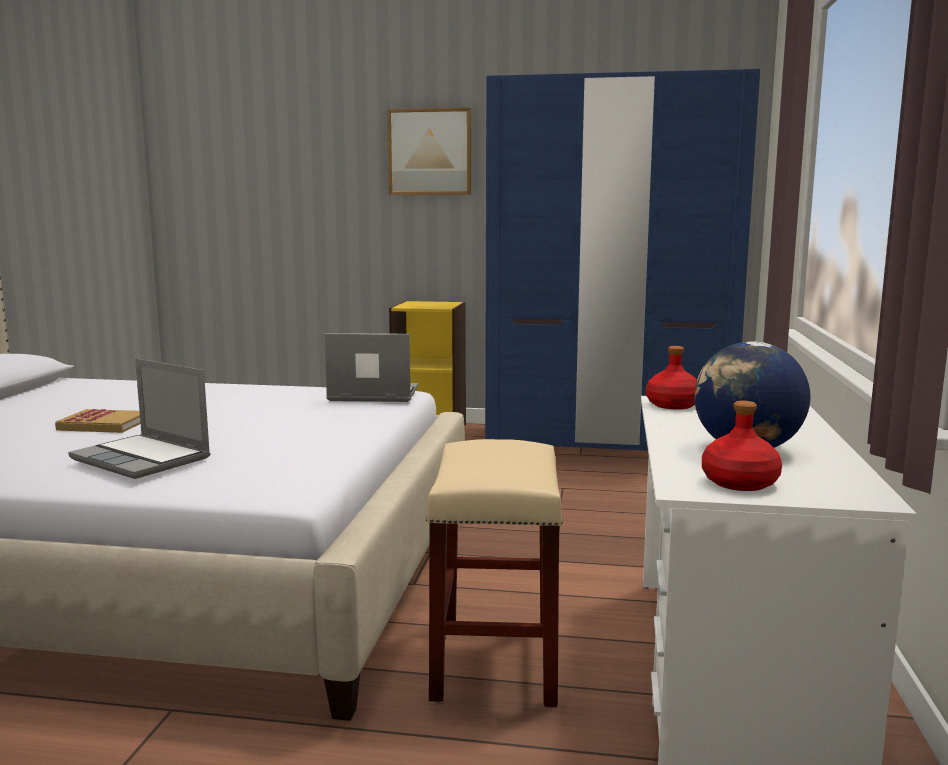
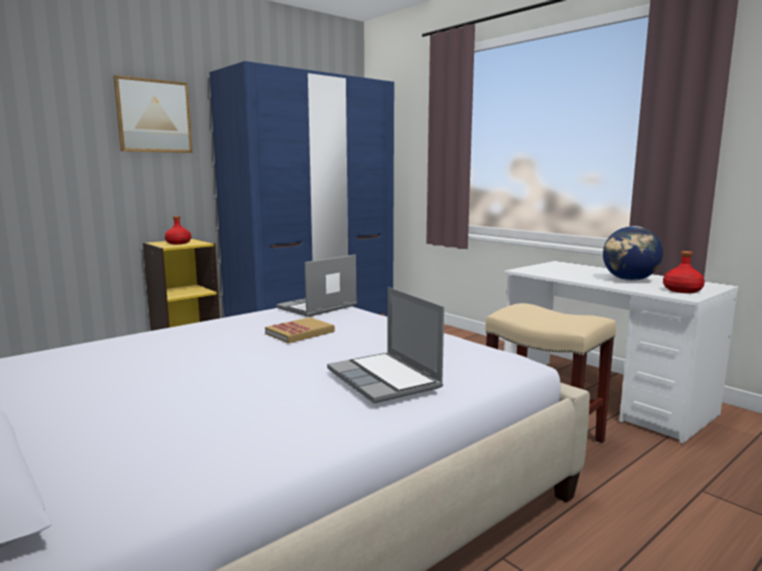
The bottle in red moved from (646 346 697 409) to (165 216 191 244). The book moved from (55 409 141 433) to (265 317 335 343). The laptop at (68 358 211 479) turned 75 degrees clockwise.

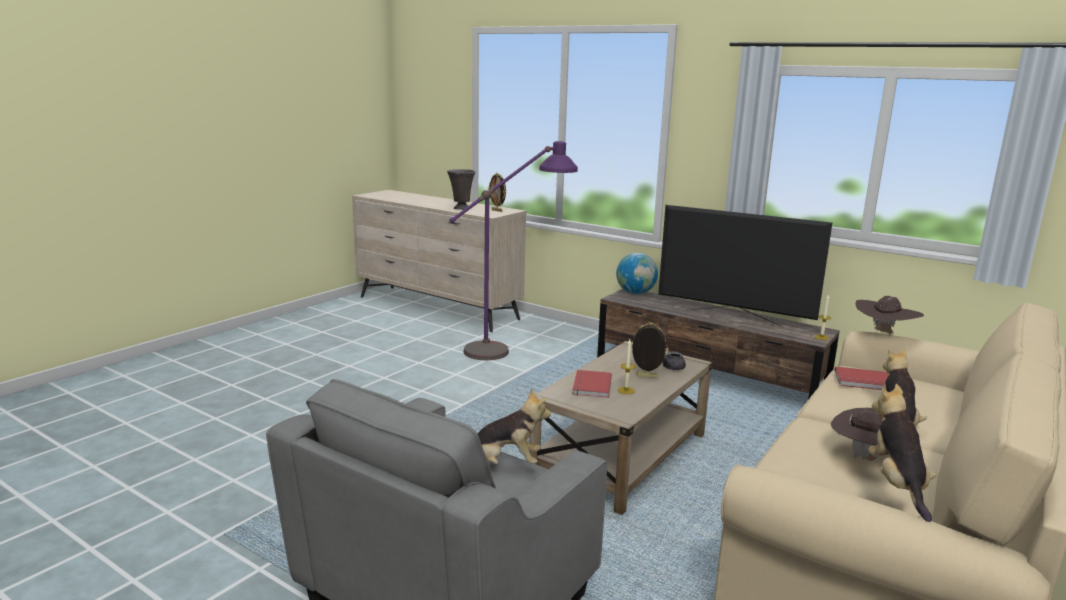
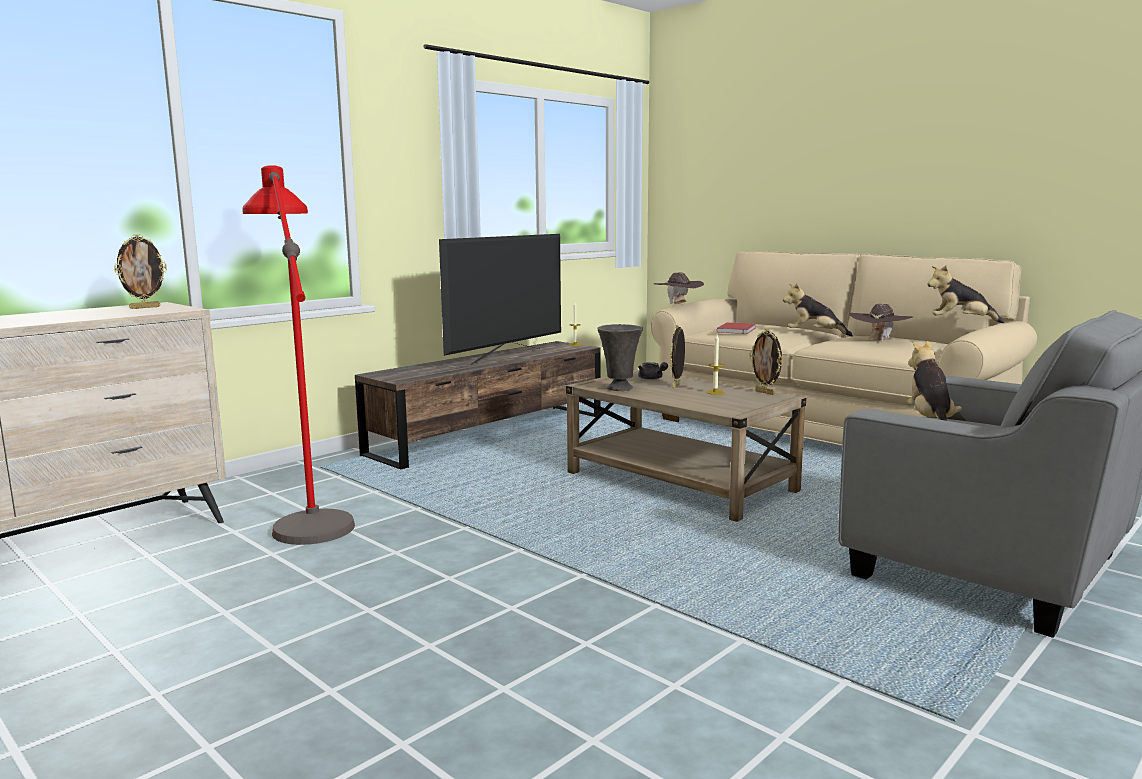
The floor lamp in purple at (450 141 578 360) became the floor lamp in red at (242 166 355 545). The vase in grey moved from (447 169 475 210) to (597 324 643 391). The picture frame at (749 329 783 395) appeared. The book in red at (572 370 612 398) disappeared. The globe at (616 253 658 294) disappeared.

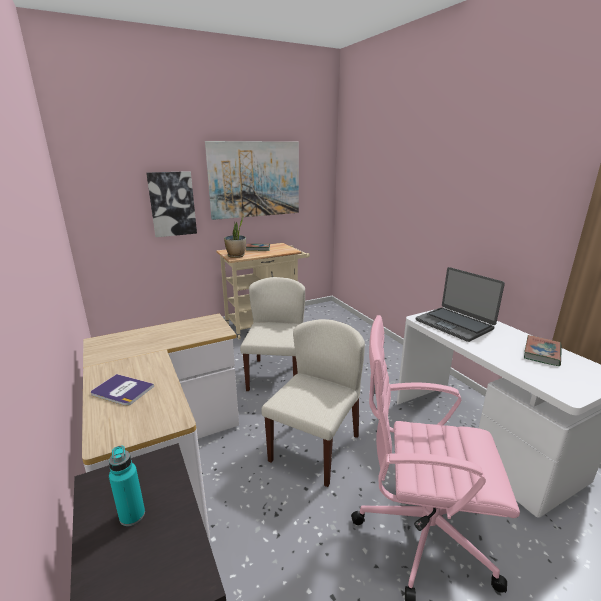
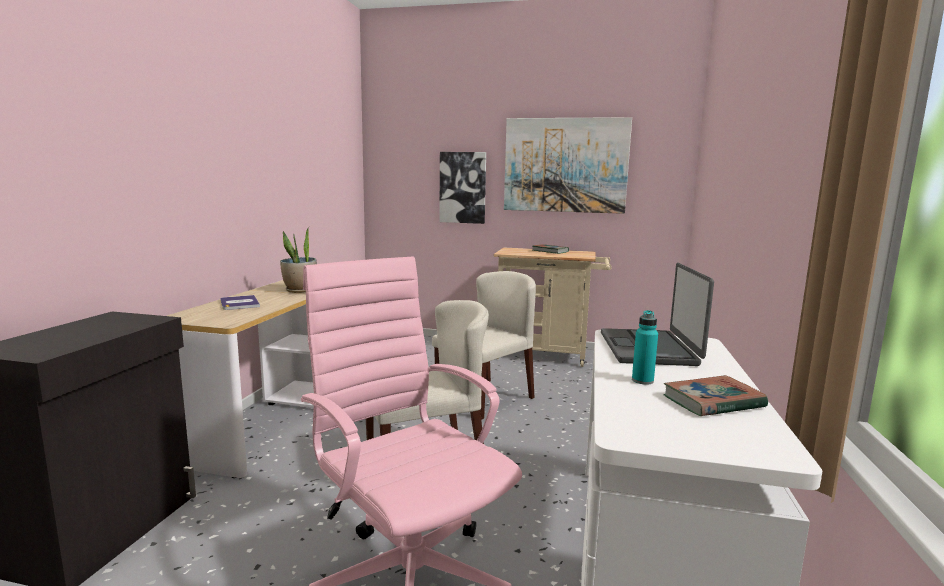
The potted plant moved from (224 216 246 258) to (280 227 317 293). The bottle in turquoise moved from (109 446 145 526) to (632 310 658 385).

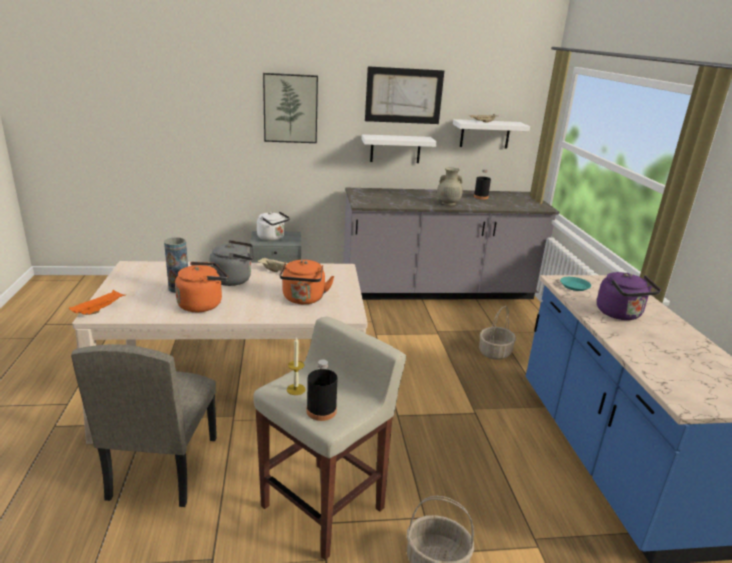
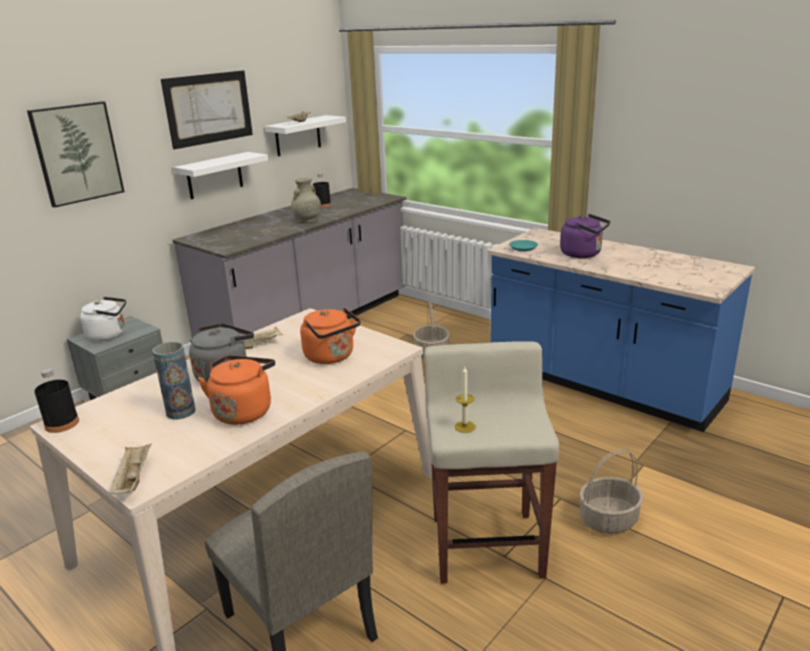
The bottle in black moved from (307 359 338 421) to (34 368 79 433). The tray in orange at (69 290 125 315) became the tray in beige at (109 444 151 494).

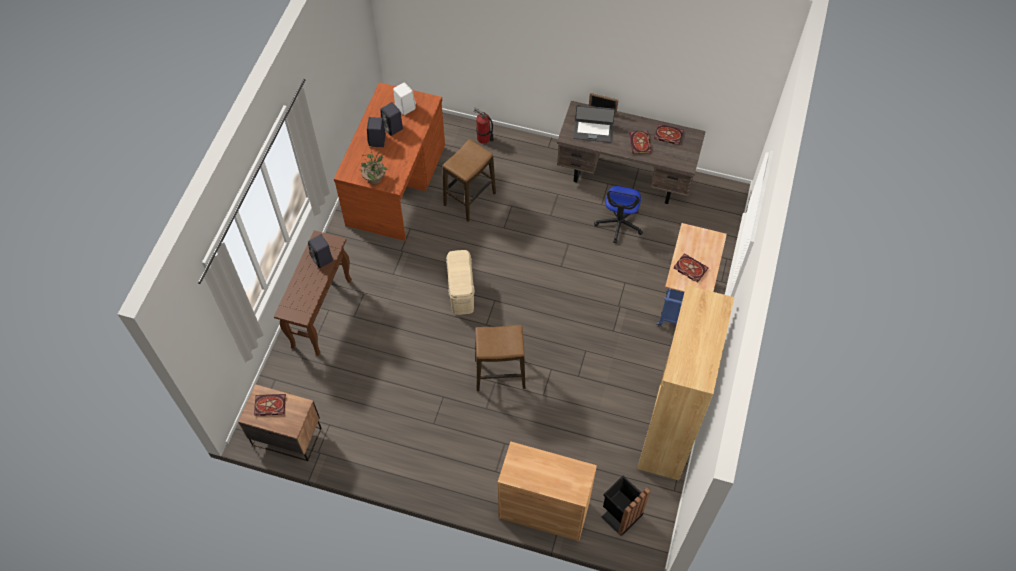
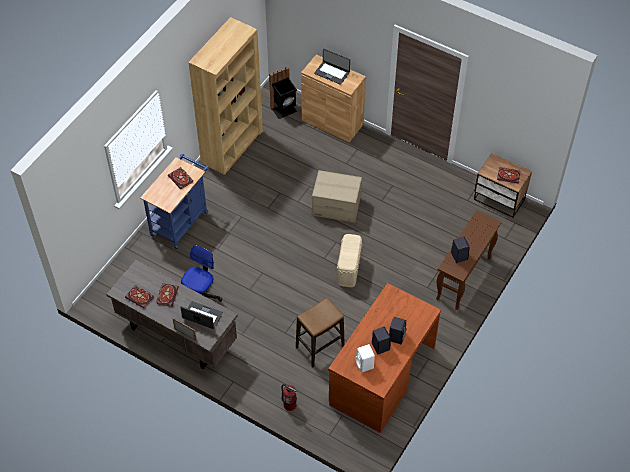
The stool at (475 325 525 391) was replaced by the cardboard box at (312 170 362 223). The laptop at (314 49 350 85) appeared. The potted plant at (359 147 387 184) disappeared.

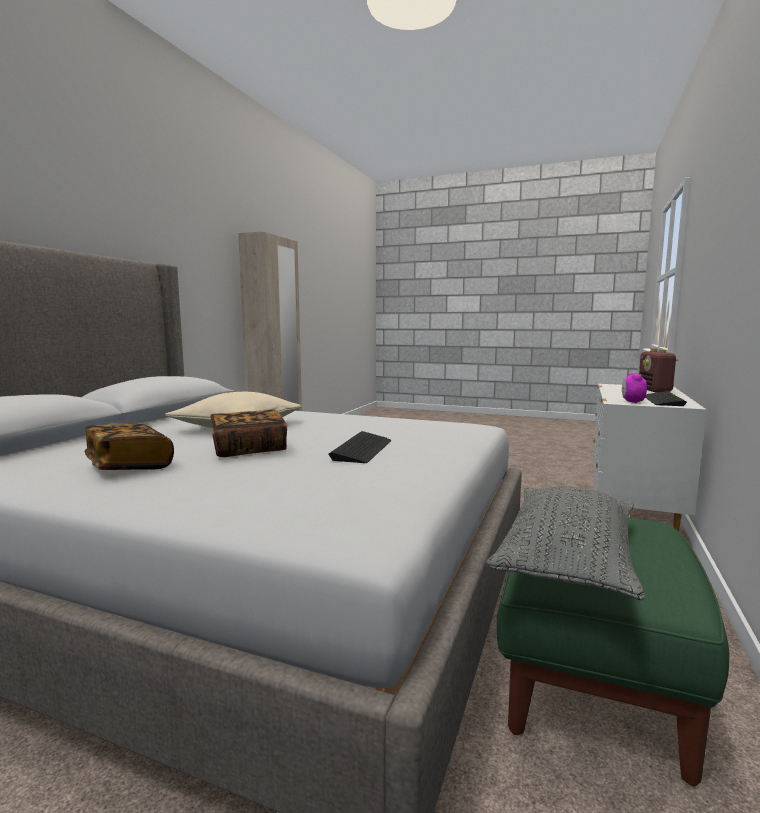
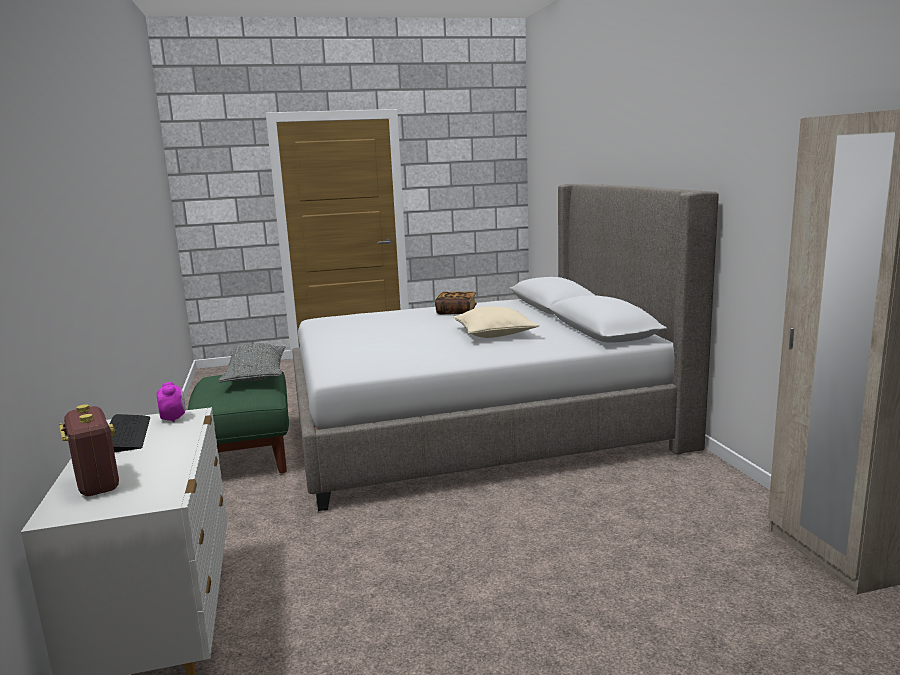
The book at (211 410 287 457) disappeared. The keyboard at (328 431 391 463) disappeared.

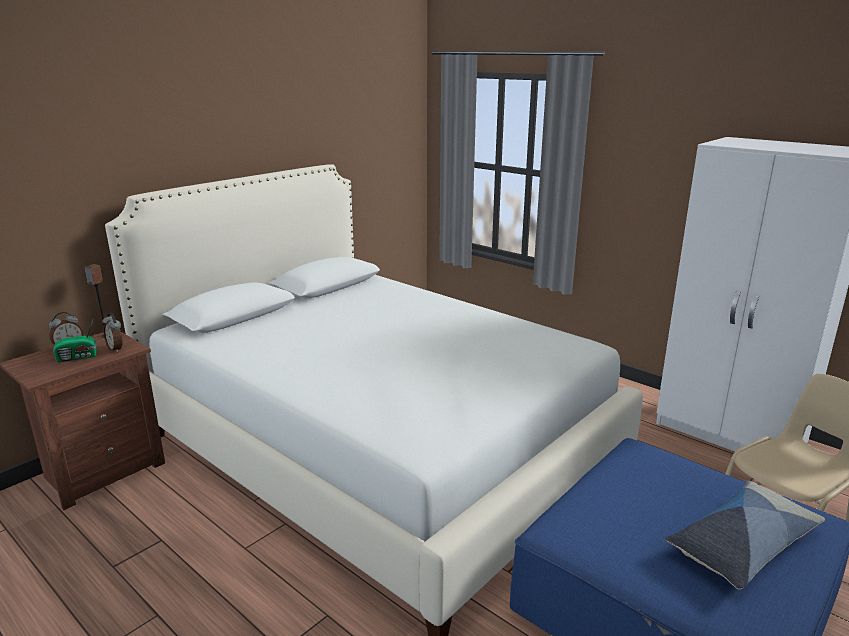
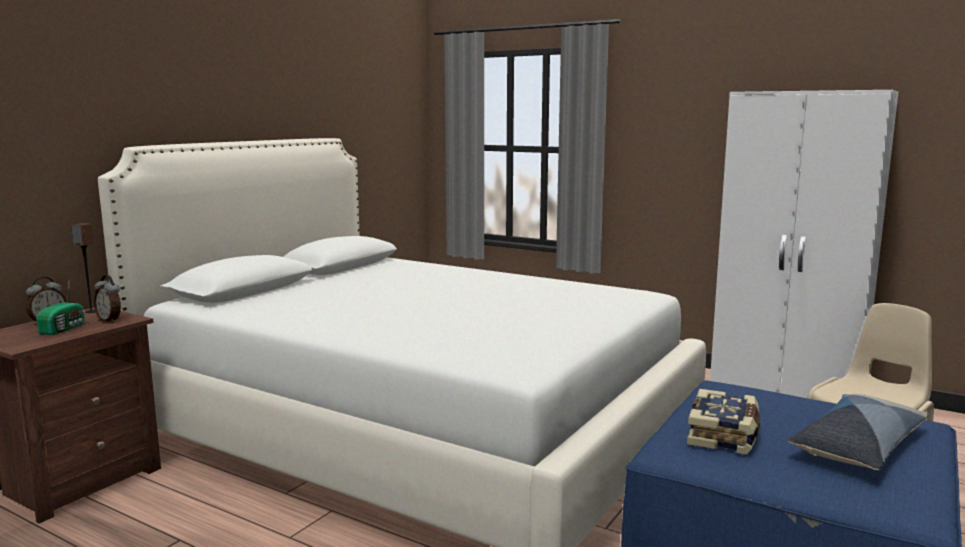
The radio at (53 318 97 362) turned 45 degrees counterclockwise. The book at (687 389 760 455) appeared.

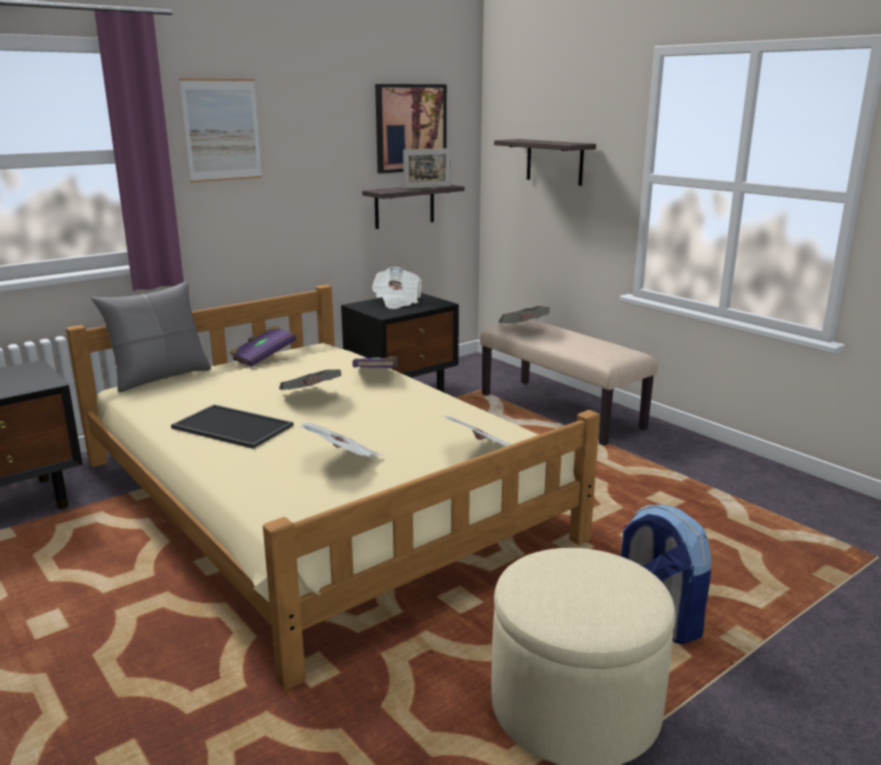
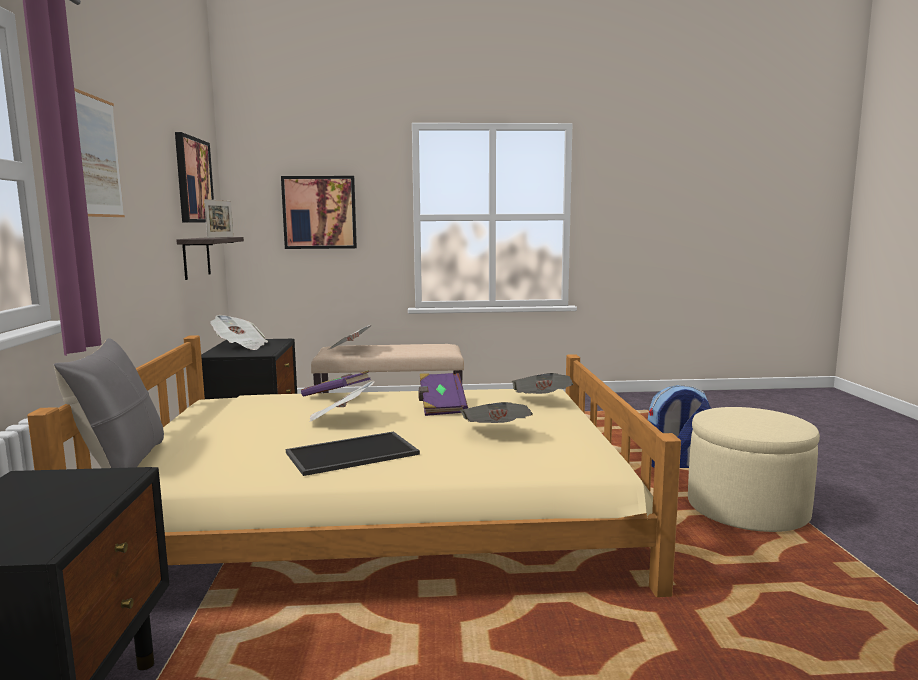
The shelf at (494 139 596 186) was replaced by the picture at (281 176 357 249). The book in purple moved from (229 326 296 367) to (418 373 468 416).

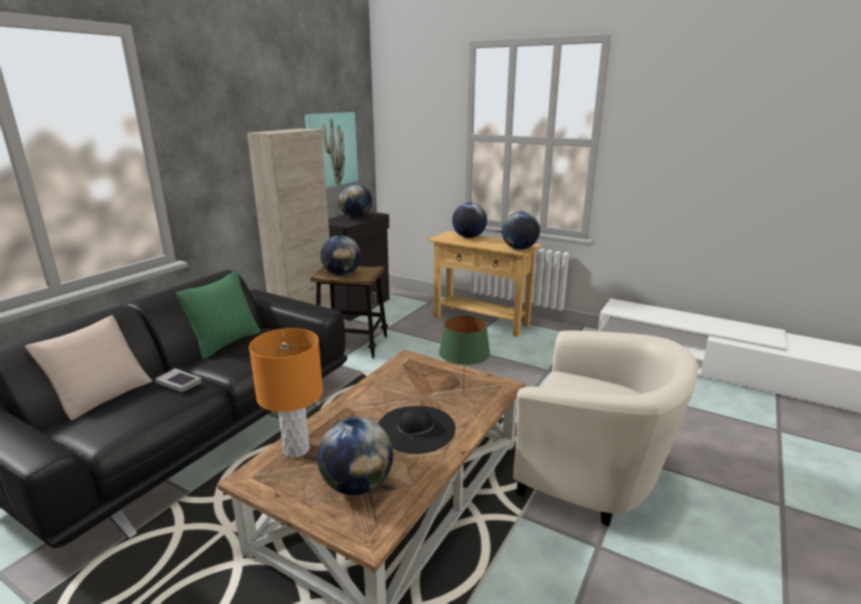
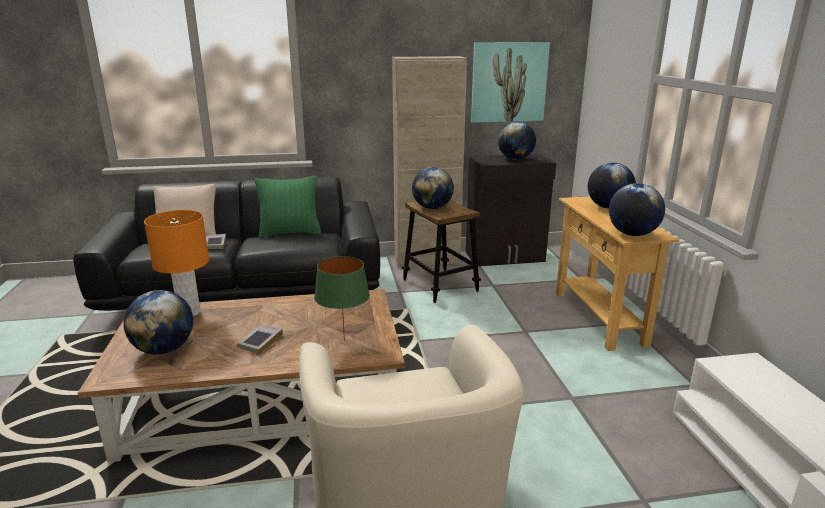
The hat in black at (378 406 455 454) was replaced by the book at (237 324 283 354).

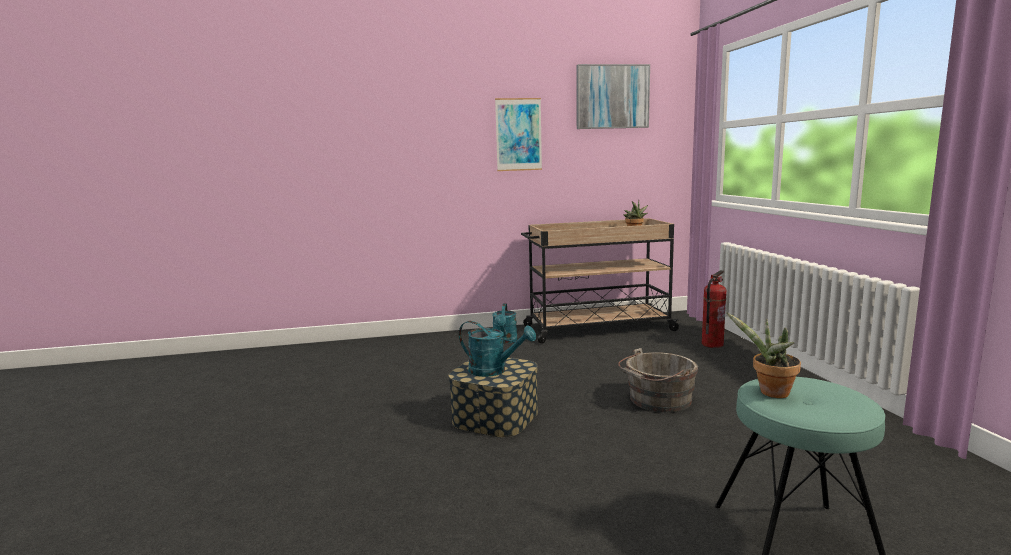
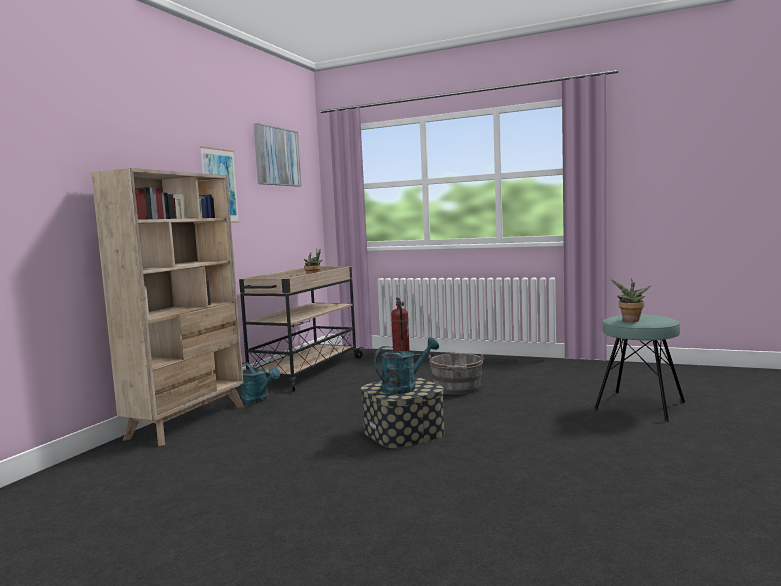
The bookcase in beige at (91 168 244 446) appeared.

